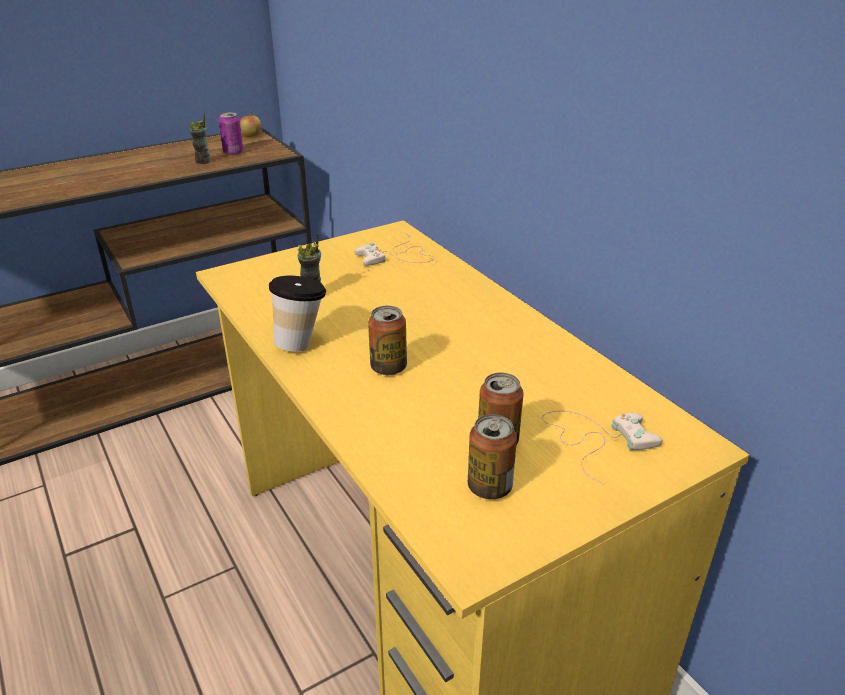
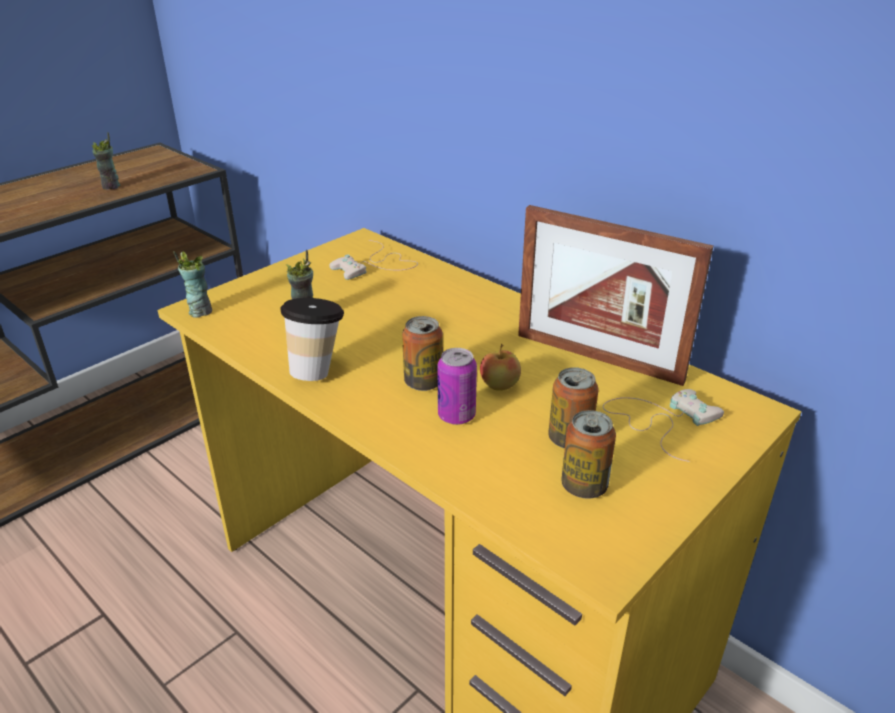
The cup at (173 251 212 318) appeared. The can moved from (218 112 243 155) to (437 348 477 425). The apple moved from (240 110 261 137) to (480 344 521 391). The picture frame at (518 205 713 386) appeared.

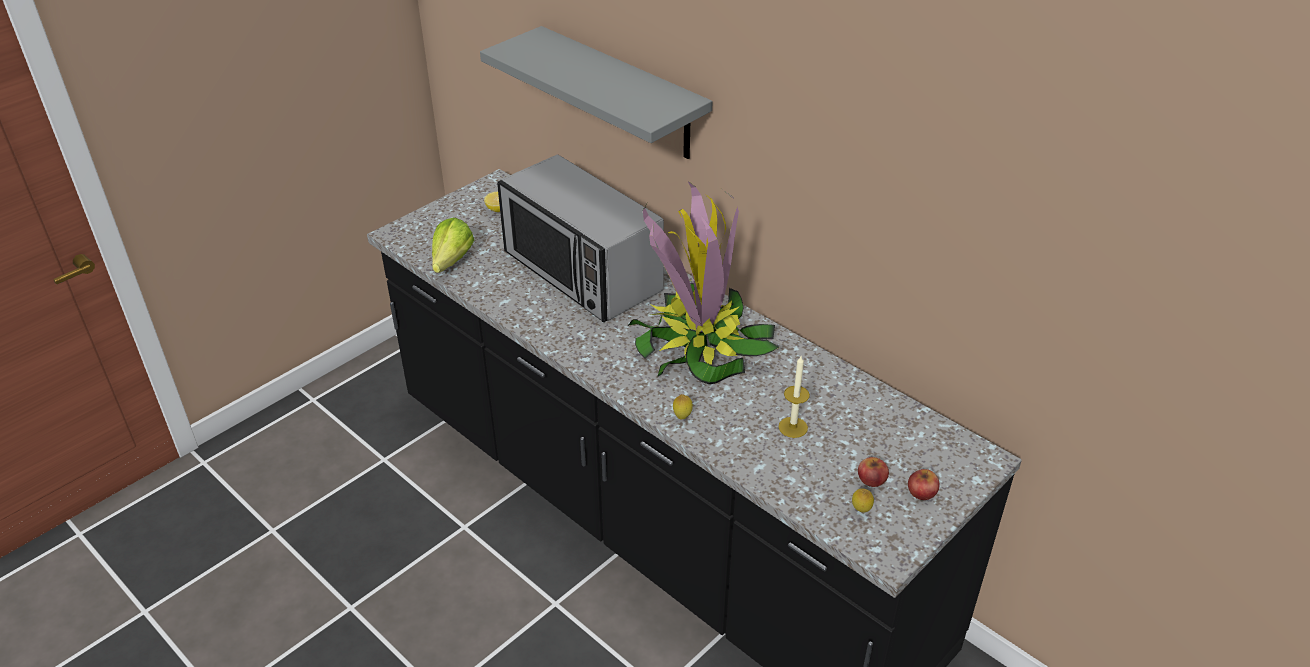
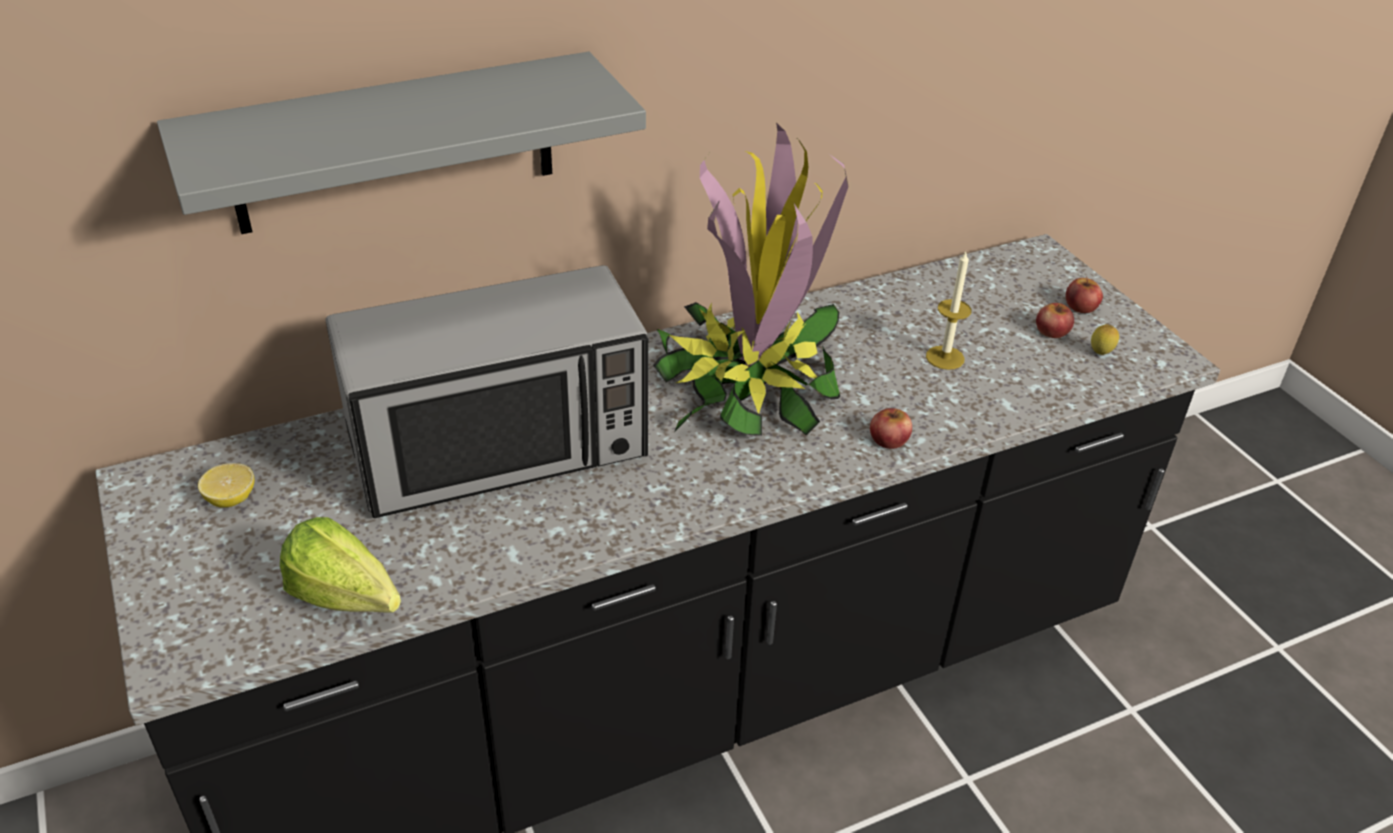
The lemon at (673 394 693 420) was replaced by the apple at (870 408 912 449).

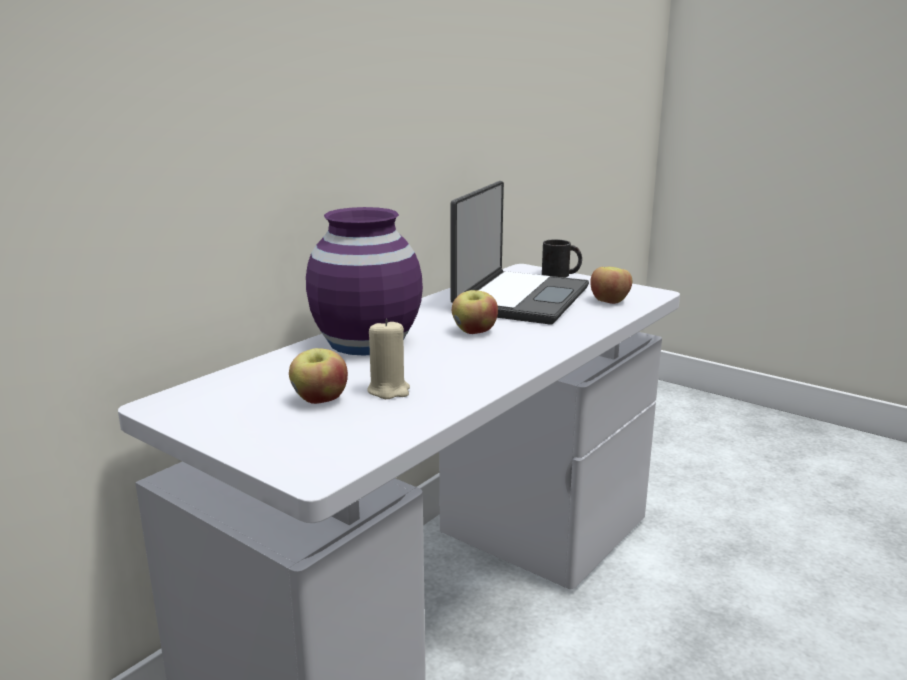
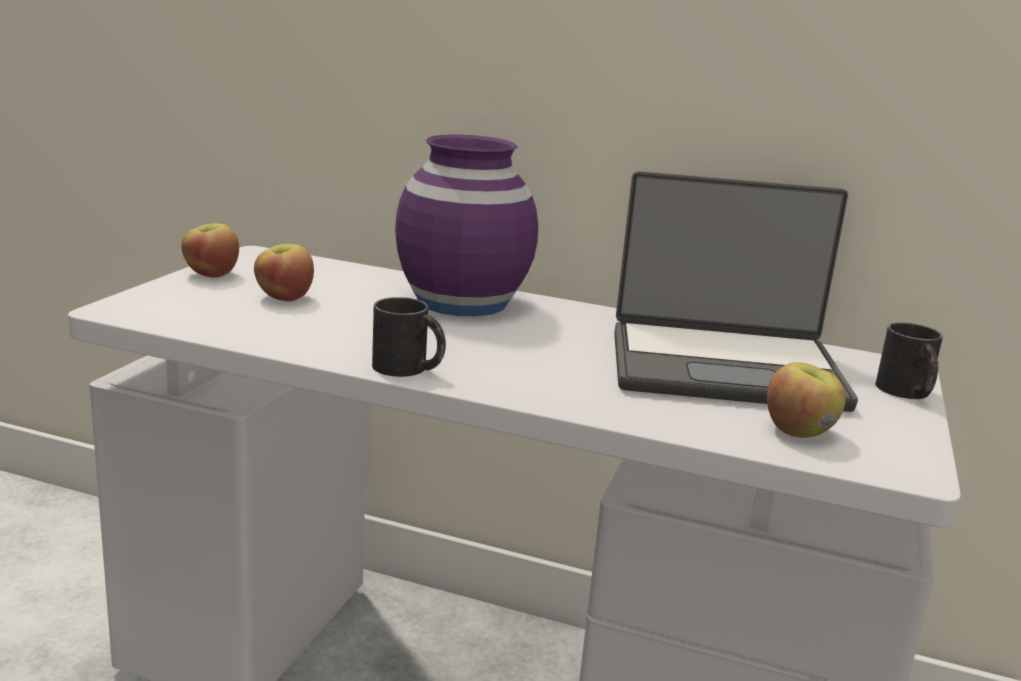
The apple moved from (452 290 498 334) to (181 223 239 278). The mug in black at (372 297 446 377) appeared. The candle in beige at (367 319 410 399) disappeared.

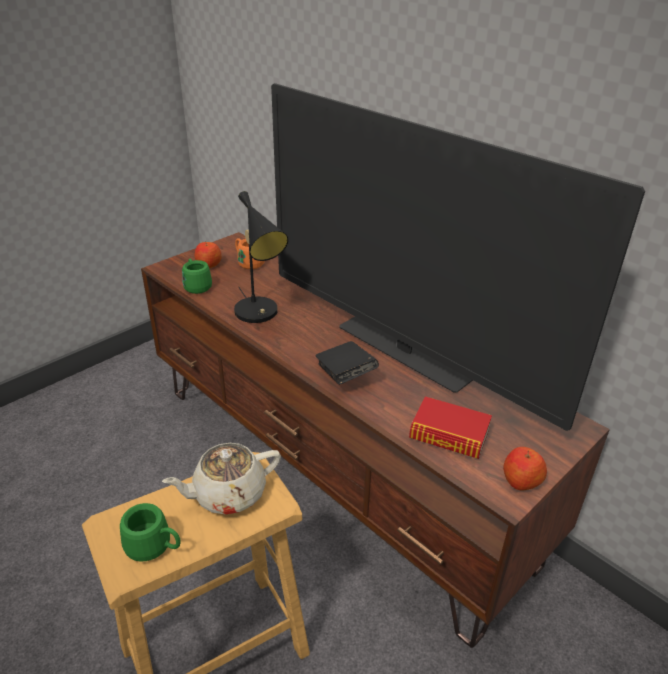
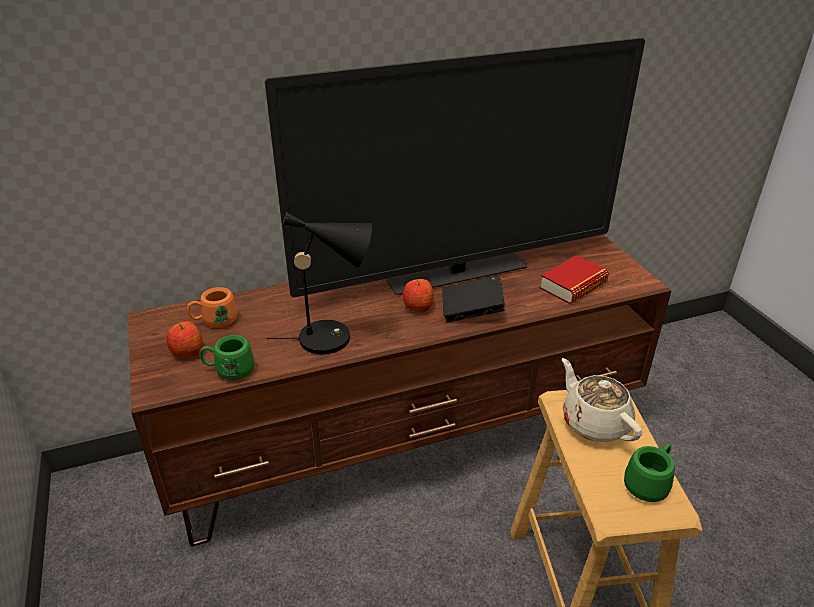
The apple moved from (503 447 547 490) to (403 279 434 312). The teapot in beige at (162 443 281 515) turned 150 degrees clockwise.

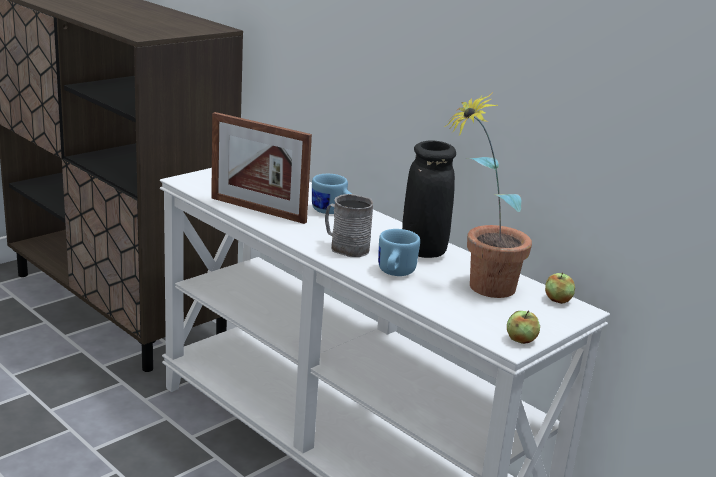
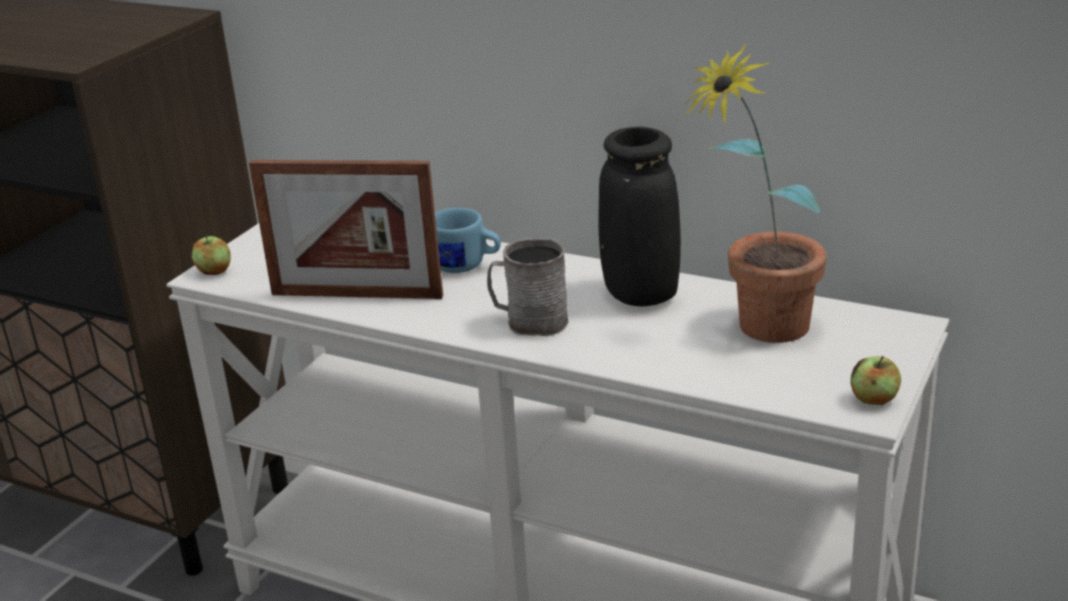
The apple moved from (545 272 575 304) to (192 235 231 275). The mug in blue at (378 229 420 276) disappeared.

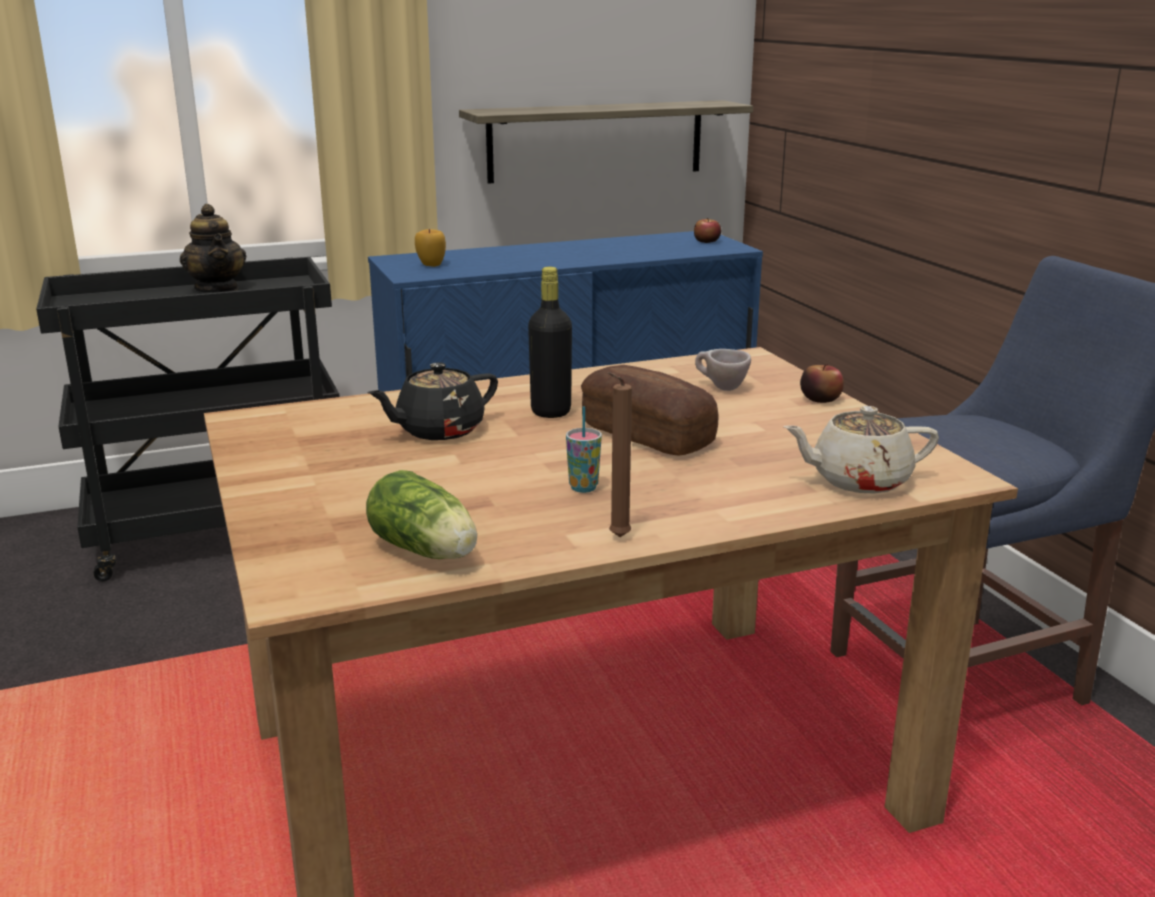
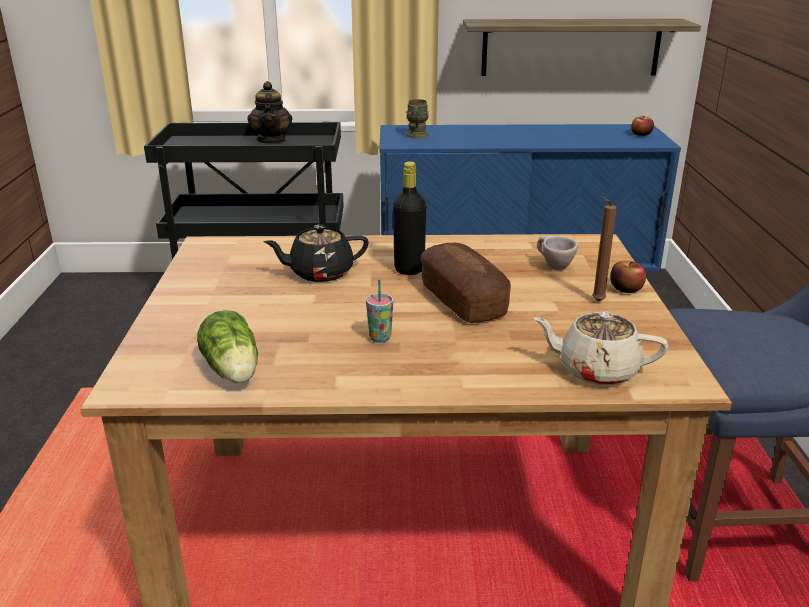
The apple at (415 229 446 267) was replaced by the mug in brown at (406 99 429 138). The candle in brown moved from (608 372 632 537) to (592 197 617 302).

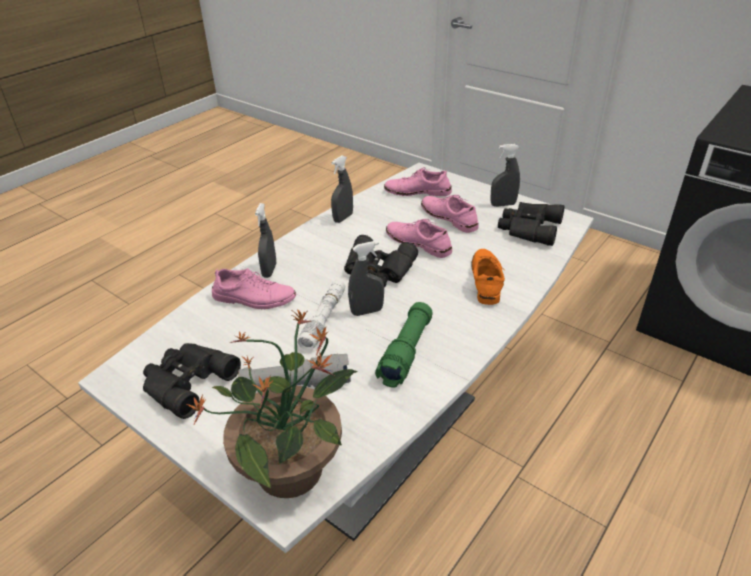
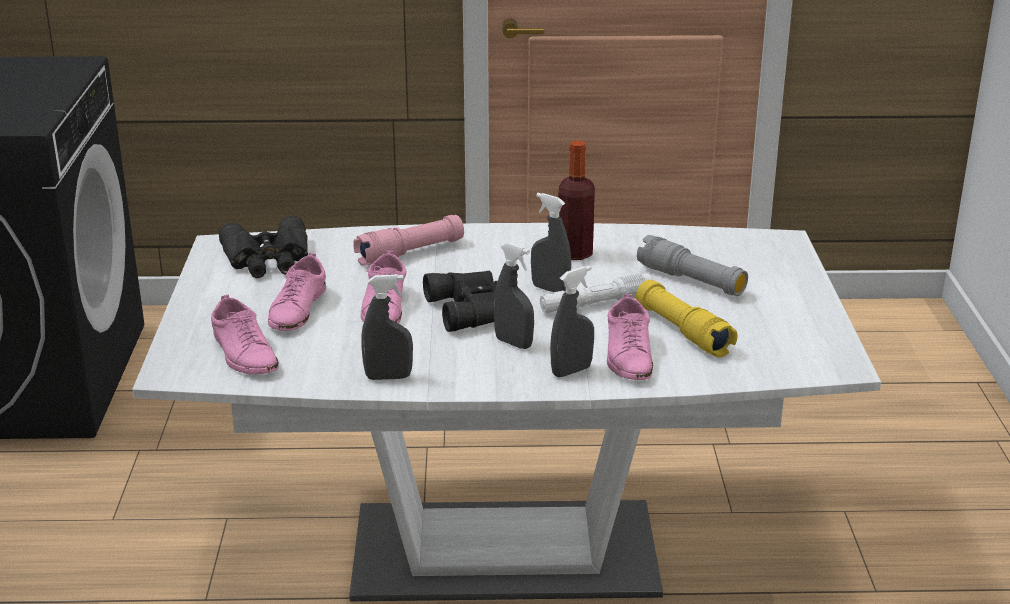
The shoe in orange at (471 249 505 305) was replaced by the flashlight in pink at (353 215 464 266). The spray bottle in grey moved from (490 144 520 207) to (494 242 534 349). The flashlight in green at (375 302 433 388) was replaced by the bottle at (558 140 595 260). The shoe in pink at (212 268 296 309) turned 150 degrees counterclockwise. The flashlight in yellow at (636 280 738 358) appeared. The binoculars in black at (143 343 241 419) disappeared. The potted plant at (186 309 357 498) disappeared.

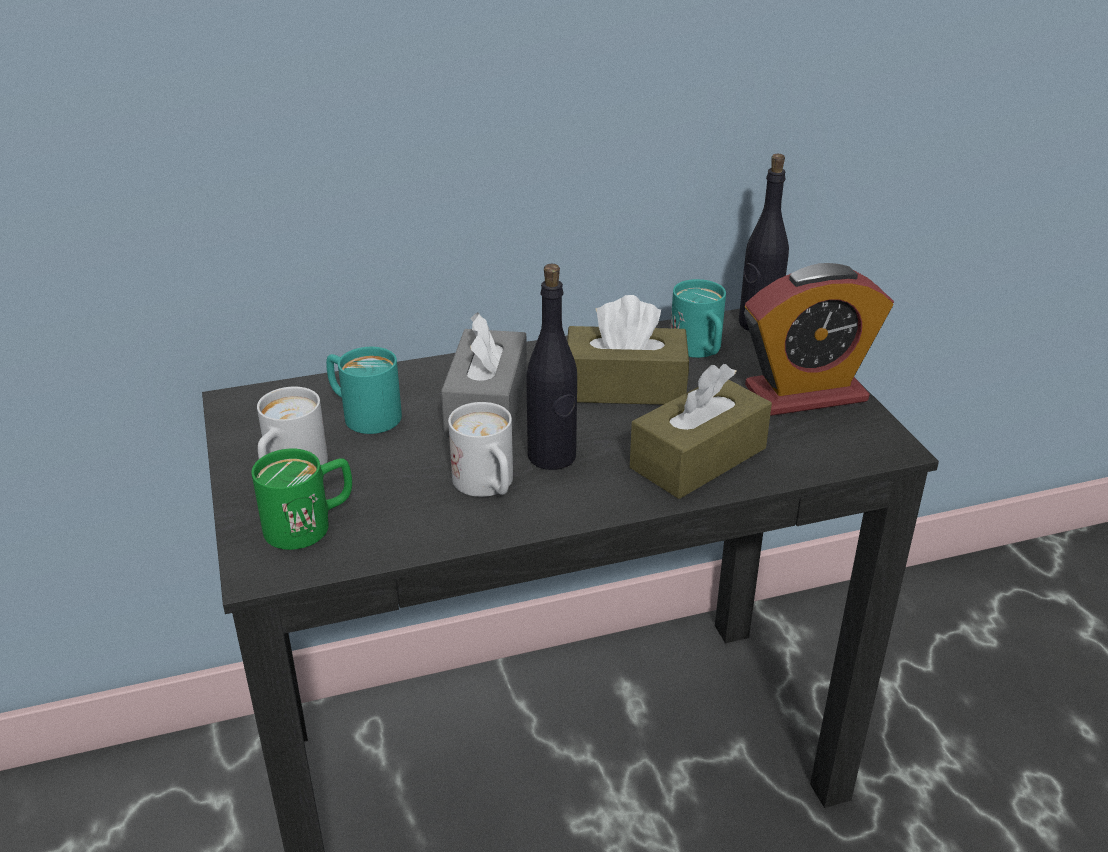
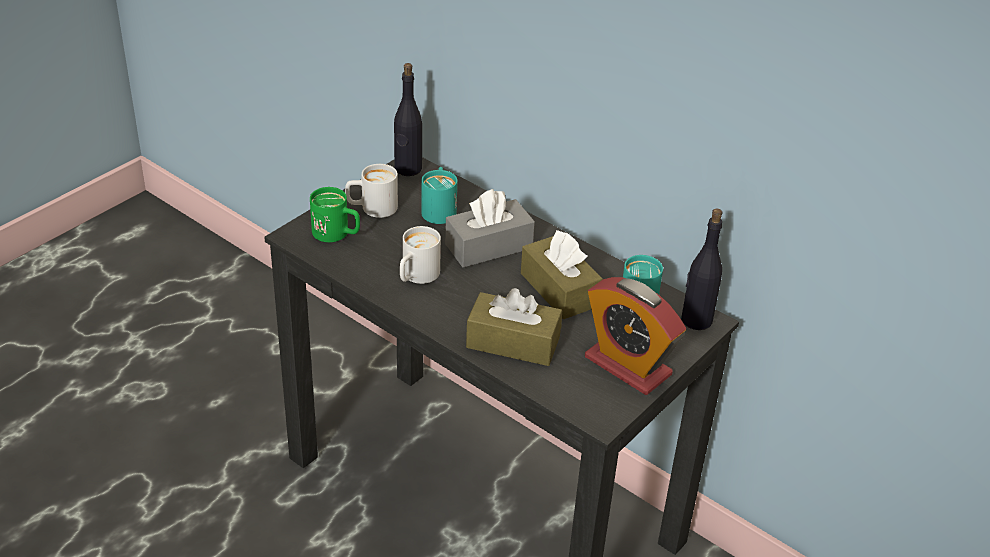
The bottle in black moved from (526 264 577 470) to (394 63 422 176).

